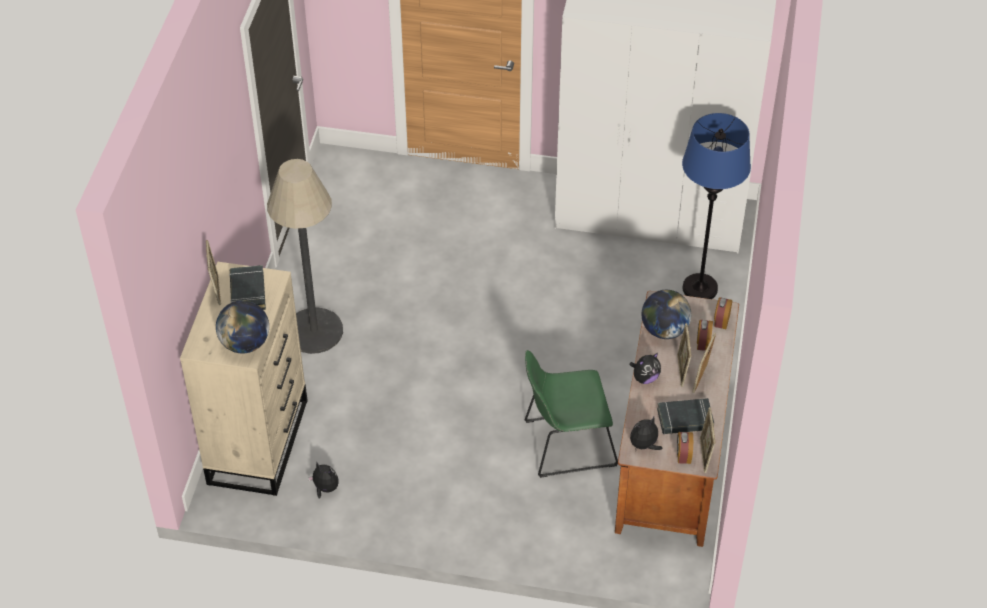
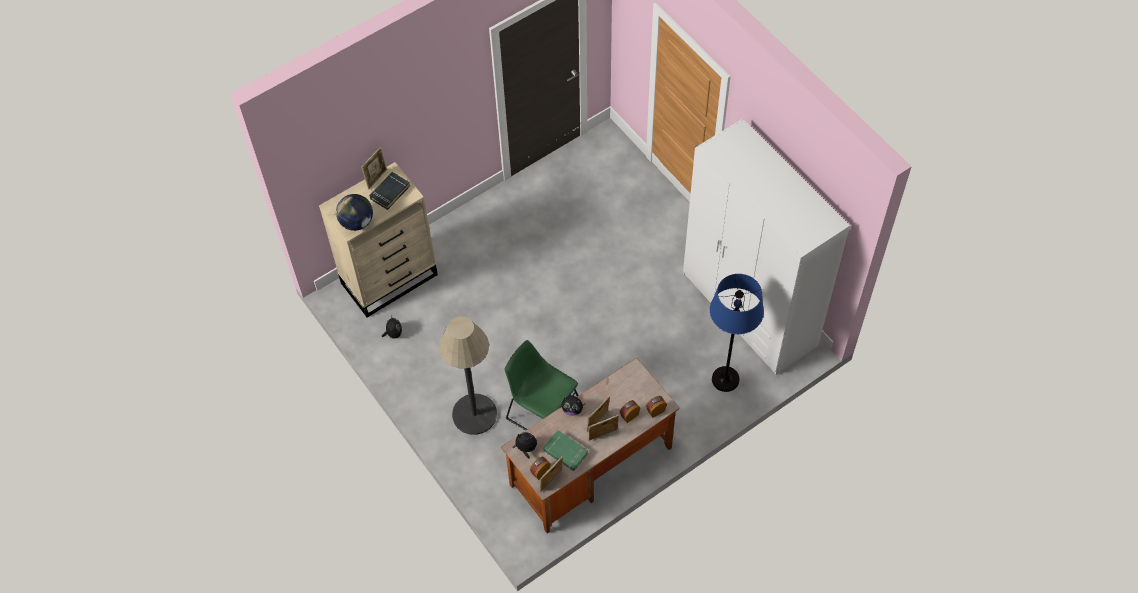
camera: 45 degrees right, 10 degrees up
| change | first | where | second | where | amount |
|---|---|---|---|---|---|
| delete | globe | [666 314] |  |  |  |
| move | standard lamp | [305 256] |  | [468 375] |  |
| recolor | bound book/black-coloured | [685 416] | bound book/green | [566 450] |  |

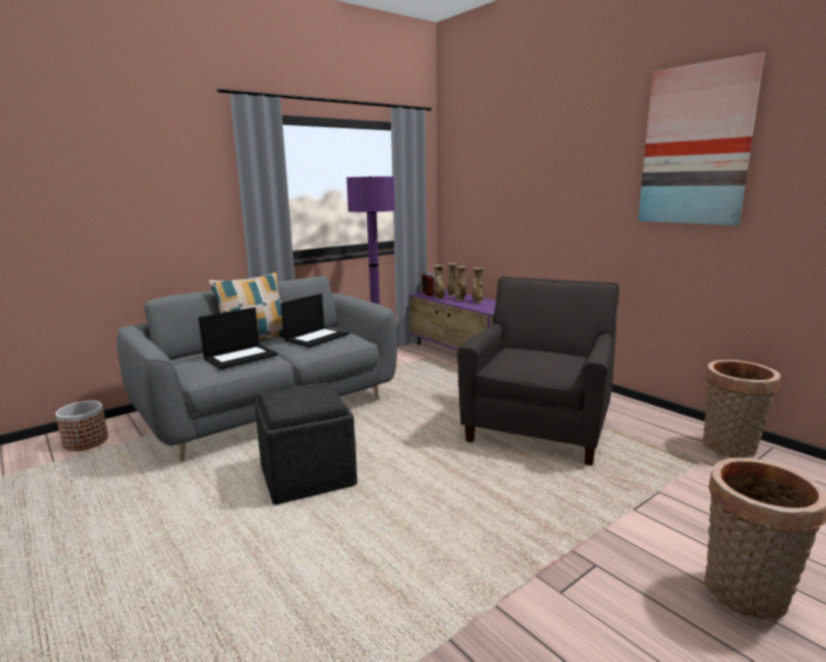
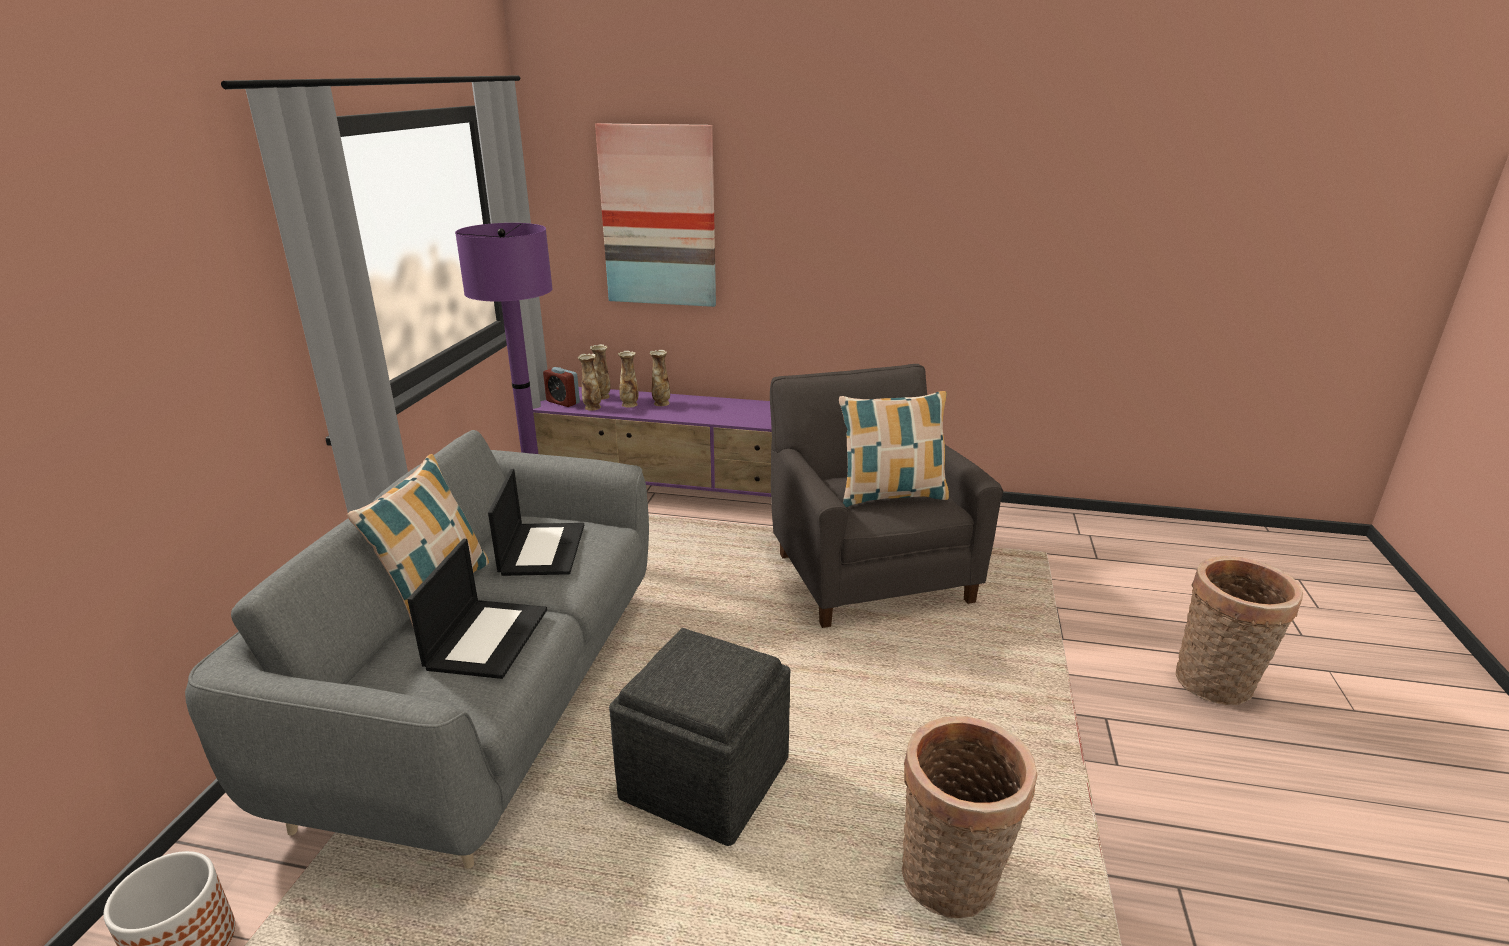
camera: 40 degrees left, 10 degrees up
| change | first | where | second | where | amount |
|---|---|---|---|---|---|
| insert |  |  | throw pillow | [894 449] |  |
| move | wall art | [701 139] |  | [655 215] |  |
| move | household basket | [741 409] |  | [969 817] |  |

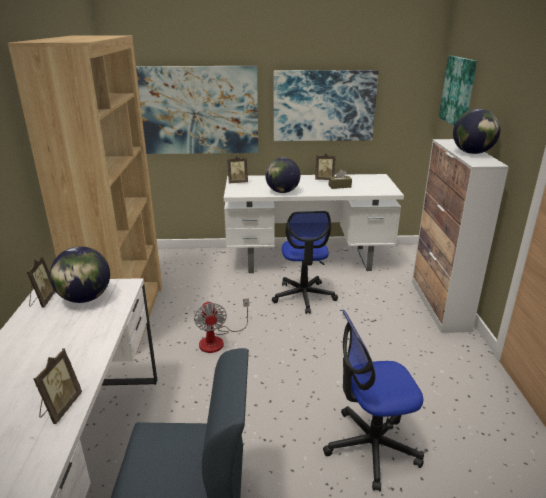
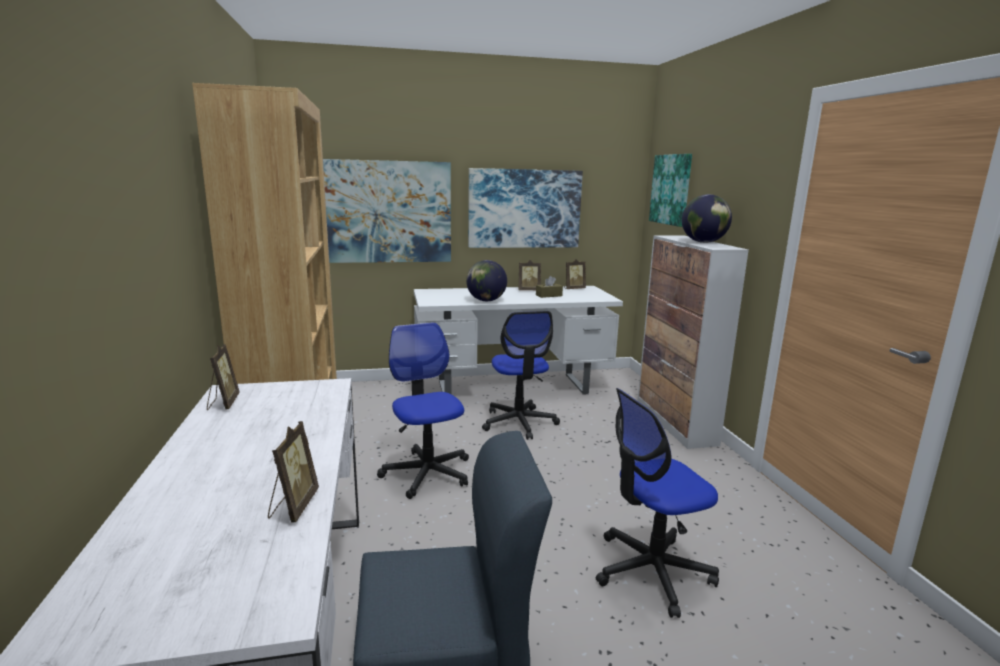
camera: 10 degrees left, 10 degrees down
| change | first | where | second | where | amount |
|---|---|---|---|---|---|
| delete | globe | [80 274] |  |  |  |
| move | picture frame | [237 169] |  | [575 274] |  |
| replace | electric fan | [221 325] | desk chair | [423 410] |  |

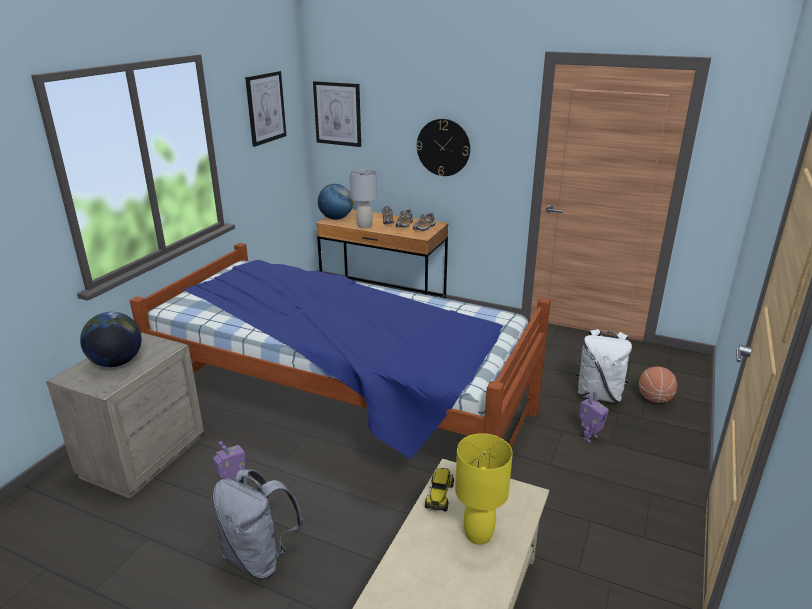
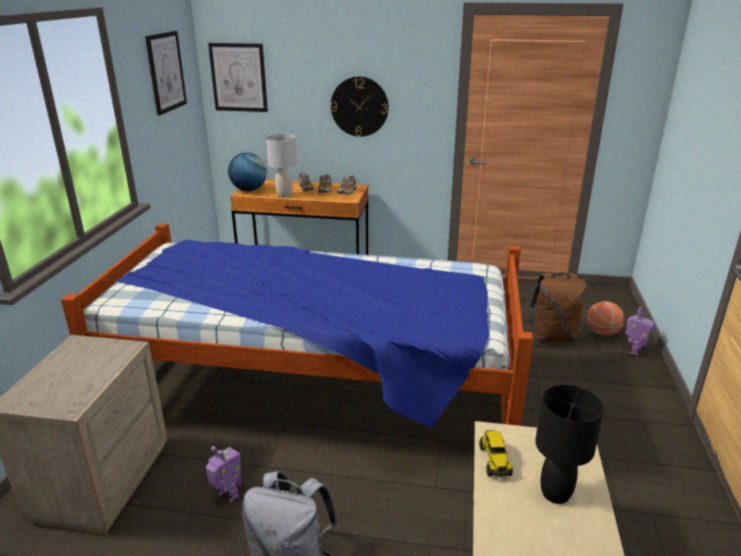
camera: 15 degrees left, 0 degrees up
| change | first | where | second | where | amount |
|---|---|---|---|---|---|
| delete | globe | [111 339] |  |  |  |
| move | toy robot | [594 417] |  | [640 332] |  |
| recolor | tabletop lamp/yellowish | [484 489] | tabletop lamp/black-coloured | [569 444] |  |
| recolor | rucksack/white-coloured | [603 366] | rucksack/brownish | [557 306] |  |

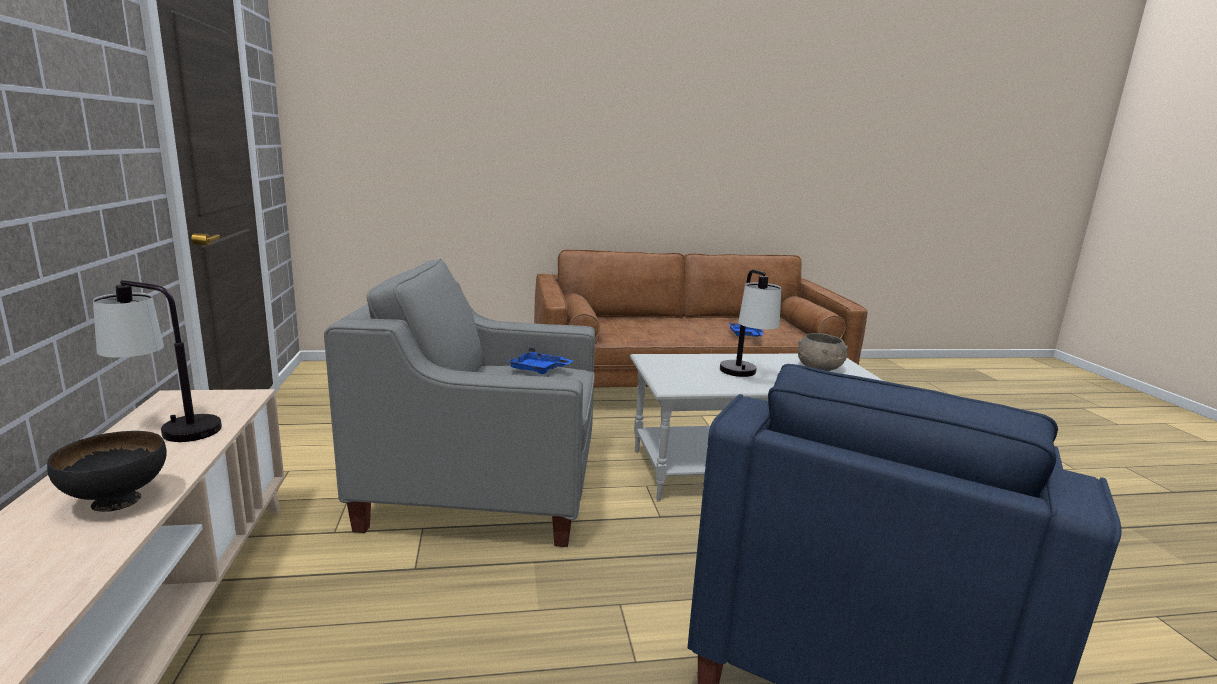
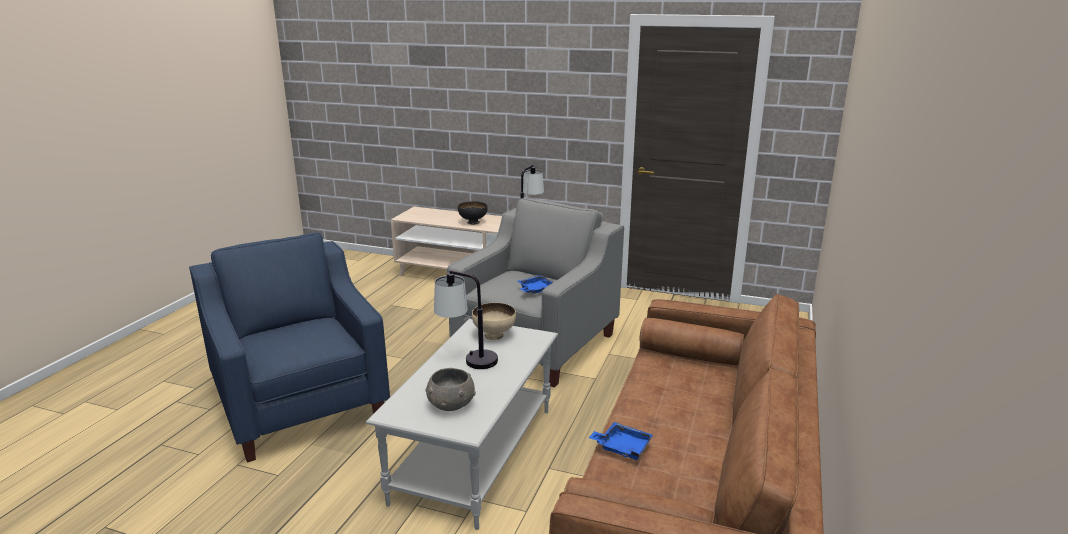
camera: 120 degrees right, 5 degrees up
| change | first | where | second | where | amount |
|---|---|---|---|---|---|
| insert |  |  | serving bowl/sand-coloured | [494 321] |  |

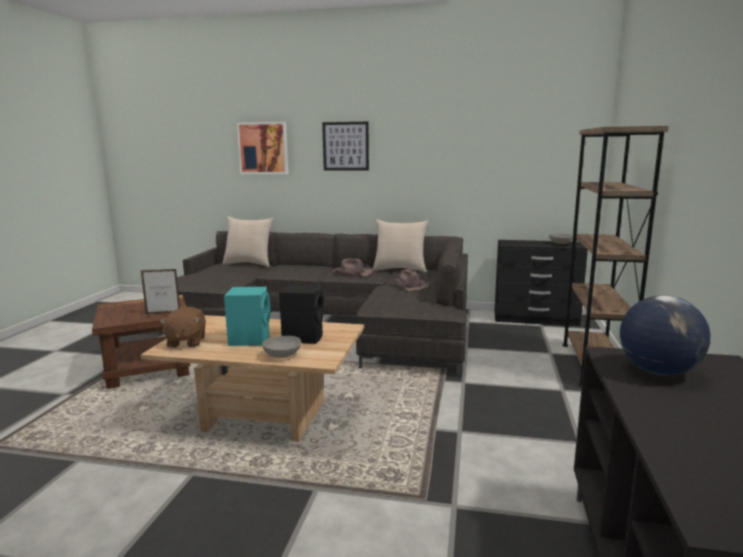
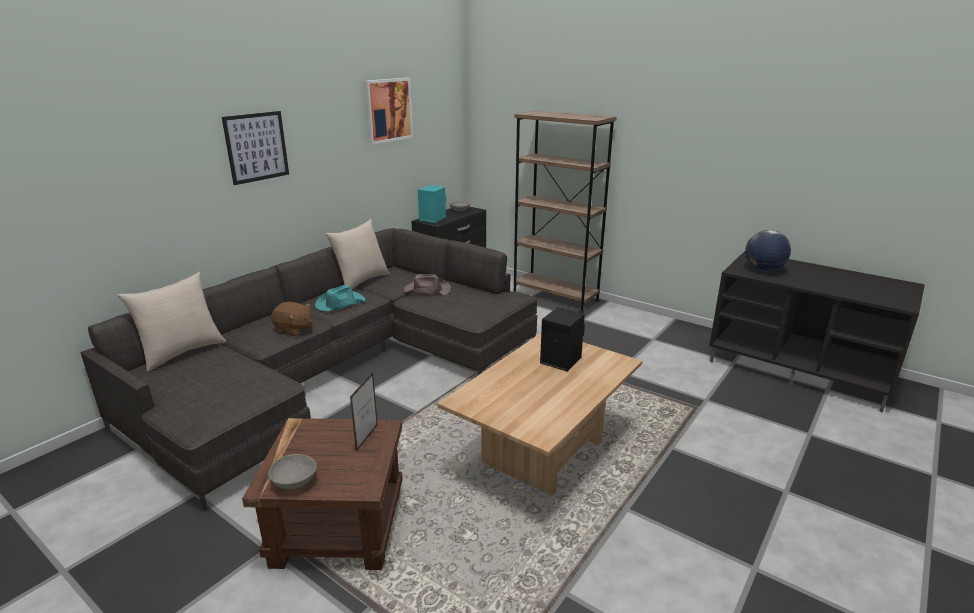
camera: 65 degrees left, 10 degrees up
| change | first | where | second | where | amount |
|---|---|---|---|---|---|
| move | plush toy/brownish | [182 327] |  | [291 319] |  |
| move | loudspeaker/blue-green | [247 316] |  | [432 204] |  |
| move | wall art | [262 148] |  | [388 111] |  |
| move | serving bowl/gray | [281 347] |  | [292 471] |  |
| recolor | wearable hat/brownish | [352 267] | wearable hat/blue-green | [340 298] |  |

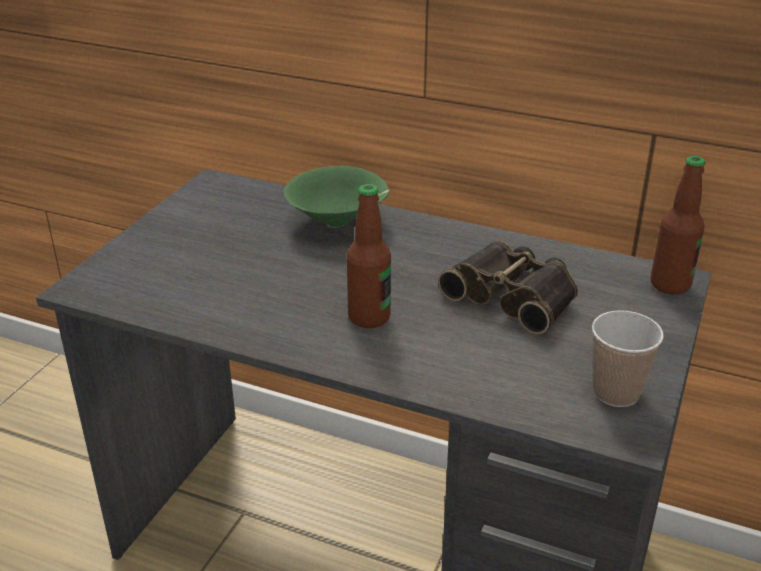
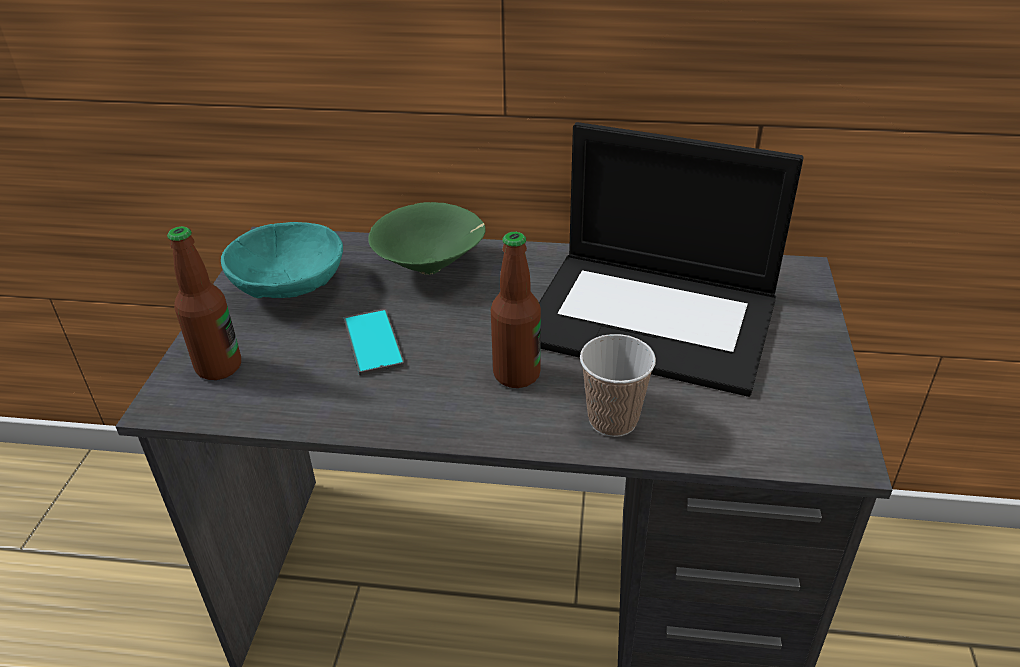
camera: 15 degrees left, 5 degrees up
| change | first | where | second | where | amount |
|---|---|---|---|---|---|
| insert |  |  | serving bowl/blue-green | [282 260] |  |
| insert |  |  | phone | [374 342] |  |
| move | small cup | [628 358] |  | [618 385] |  |
| move | beverage bottle | [678 225] |  | [204 303] |  |
| replace | binoculars | [508 287] | portable computer | [671 259] |  |

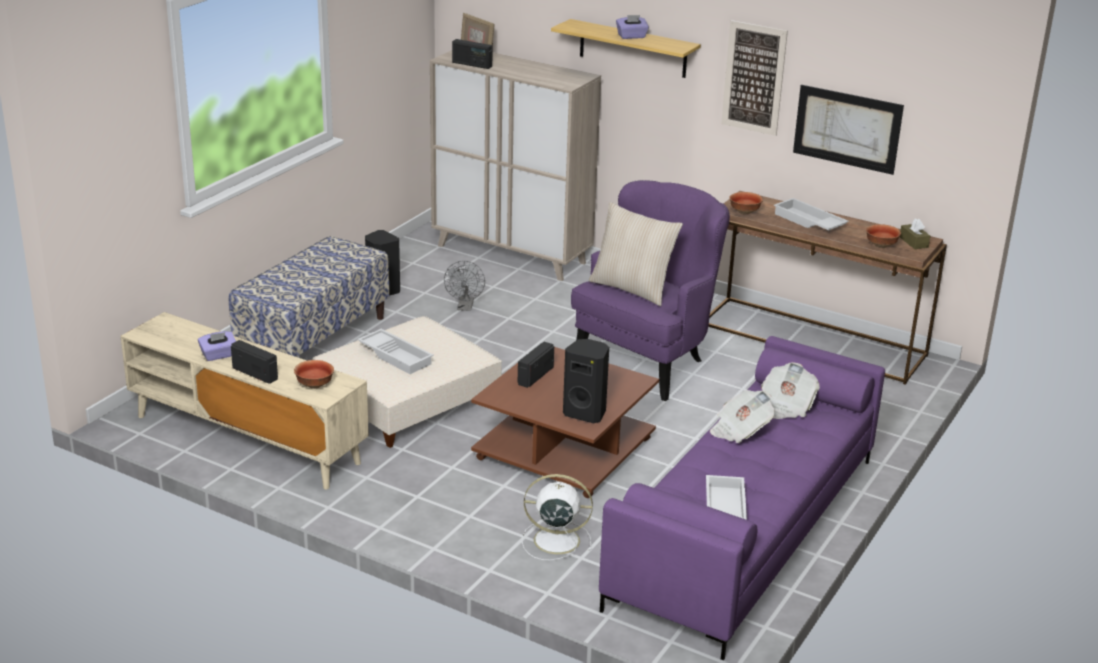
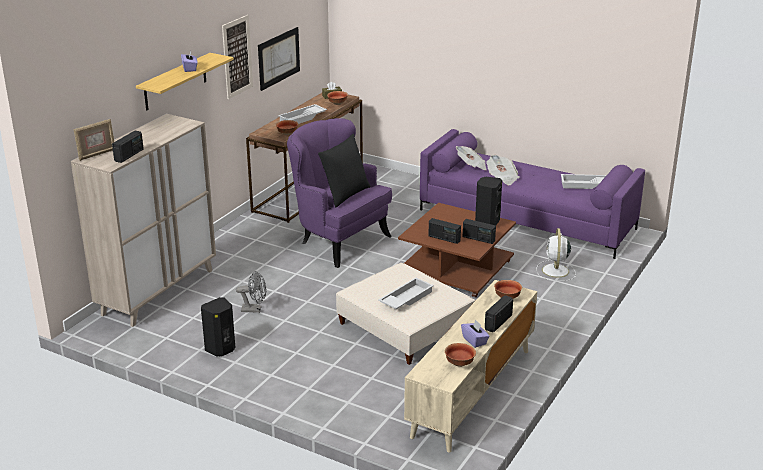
camera: 90 degrees left, 0 degrees up
| change | first | where | second | where | amount |
|---|---|---|---|---|---|
| delete | indoor bench | [309 296] |  |  |  |
| insert |  |  | serving bowl | [460 355] |  |
| insert |  |  | radio receiver | [479 231] |  |
| recolor | throw pillow/sand-coloured | [636 254] | throw pillow/black-coloured | [344 170] |  |

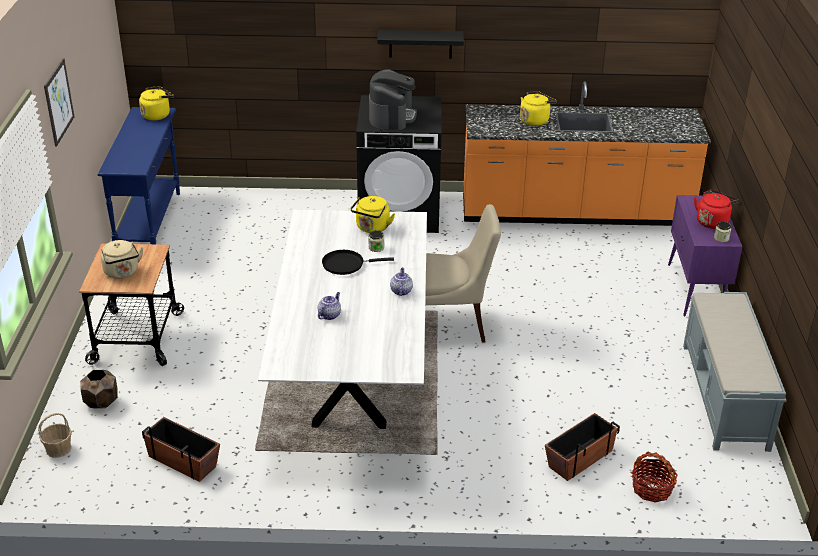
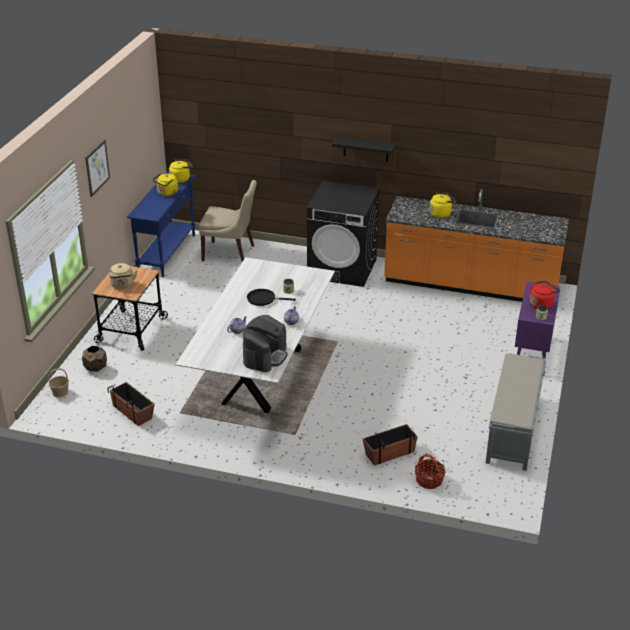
camera: 15 degrees right, 0 degrees up
| change | first | where | second | where | amount |
|---|---|---|---|---|---|
| move | kettle/yellowish | [373 214] |  | [165 184] |  |
| move | coffee maker | [393 99] |  | [265 343] |  |
| move | chair/sand-coloured | [463 273] |  | [228 221] |  |

